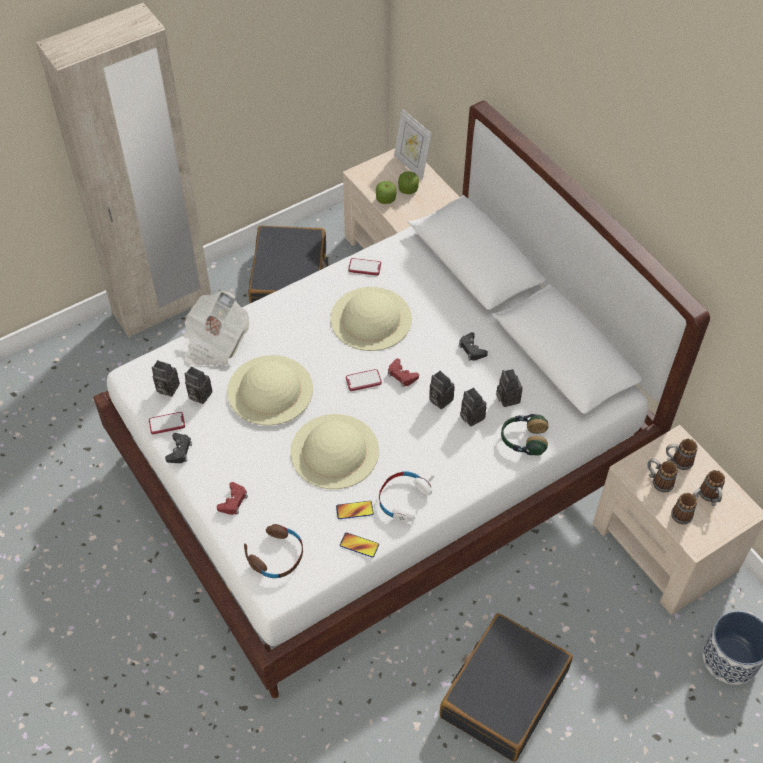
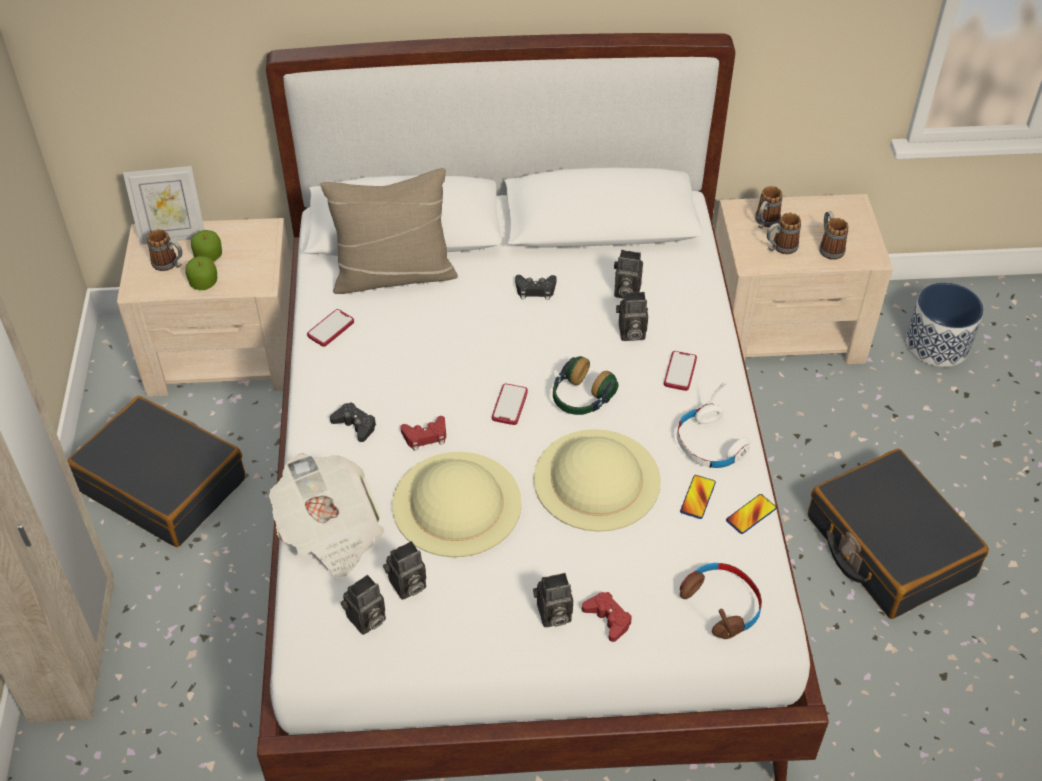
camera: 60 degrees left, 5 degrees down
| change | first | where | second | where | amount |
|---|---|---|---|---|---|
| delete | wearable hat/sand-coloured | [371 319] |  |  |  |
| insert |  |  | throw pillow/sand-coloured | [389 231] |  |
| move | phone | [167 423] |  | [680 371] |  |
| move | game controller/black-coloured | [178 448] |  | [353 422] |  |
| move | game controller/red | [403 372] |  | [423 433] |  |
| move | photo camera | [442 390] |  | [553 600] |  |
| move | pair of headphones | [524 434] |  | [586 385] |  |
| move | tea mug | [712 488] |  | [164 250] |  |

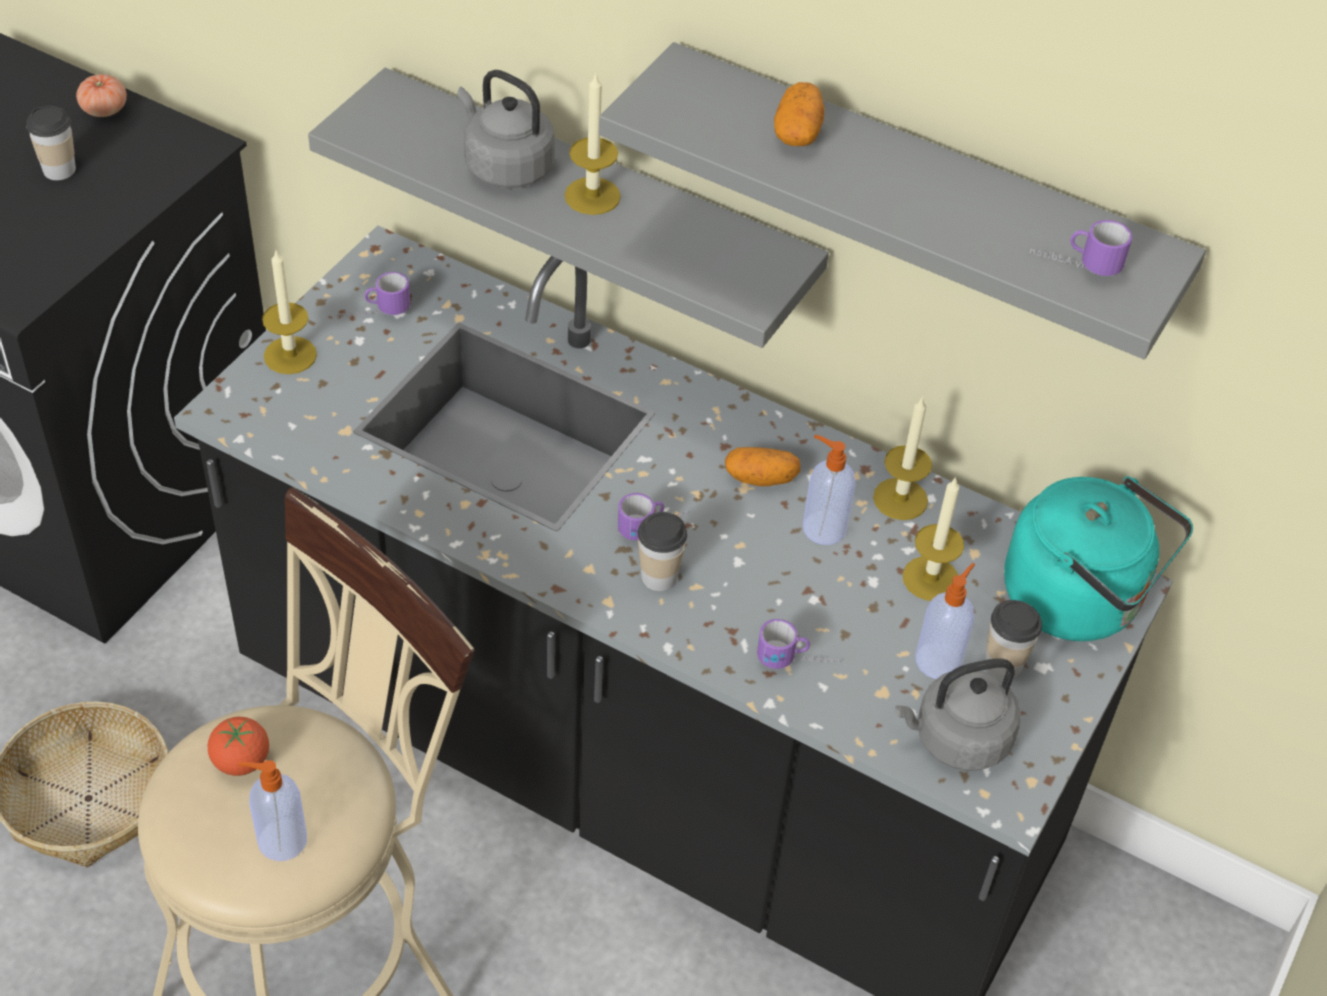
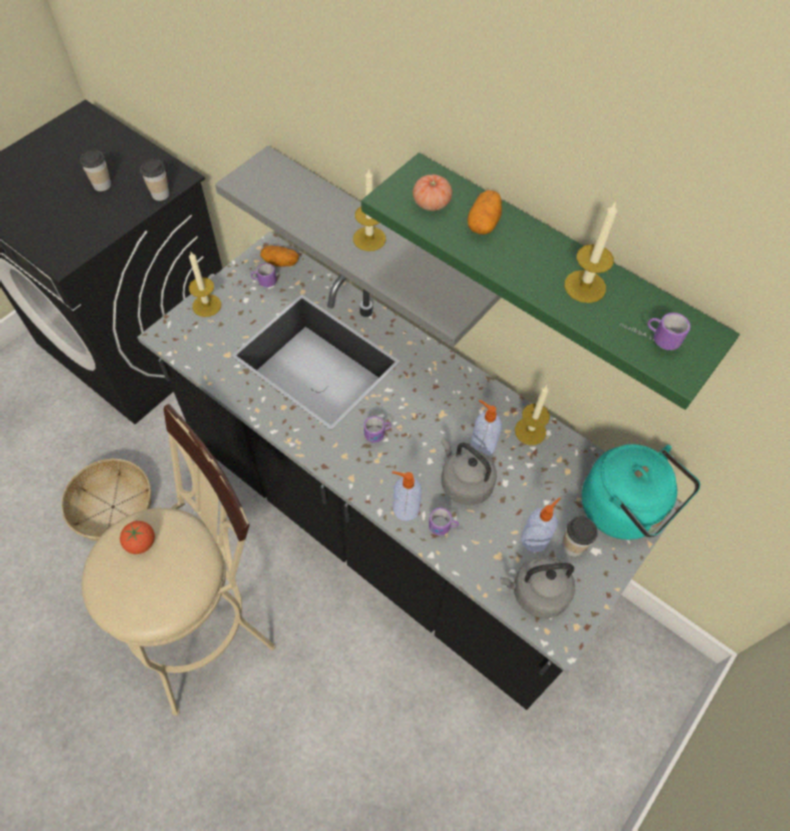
camera: 10 degrees right, 10 degrees up
| change | first | where | second | where | amount |
|---|---|---|---|---|---|
| move | whole tomato | [101 95] |  | [432 192] |  |
| move | liquid soap bottle | [272 810] |  | [407 496] |  |
| move | kettle/gray | [506 129] |  | [469 471] |  |
| move | small cup | [662 551] |  | [155 180] |  |
| move | whole potato | [762 466] |  | [279 256] |  |
| move | candle | [933 539] |  | [590 252] |  |
| recolor | bracket shelf/gray | [902 200] | bracket shelf/green | [550 281] |  |

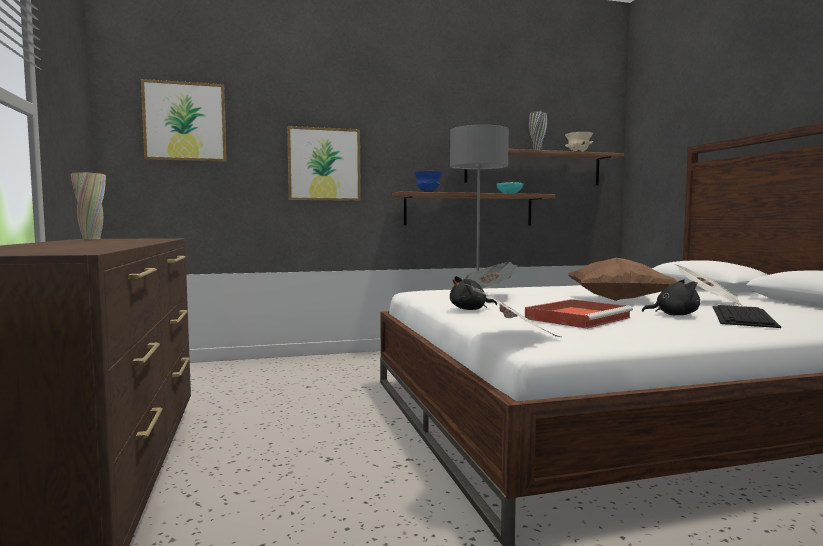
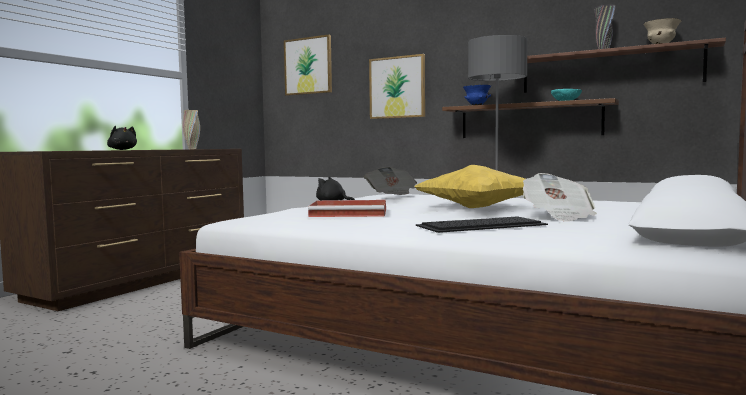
camera: 45 degrees right, 0 degrees up
| change | first | where | second | where | amount |
|---|---|---|---|---|---|
| delete | printed paper | [513 310] |  |  |  |
| move | plush toy/black-coloured | [671 297] |  | [122 138] |  |
| recolor | throw pillow/brownish | [622 279] | throw pillow/yellowish | [470 186] |  |

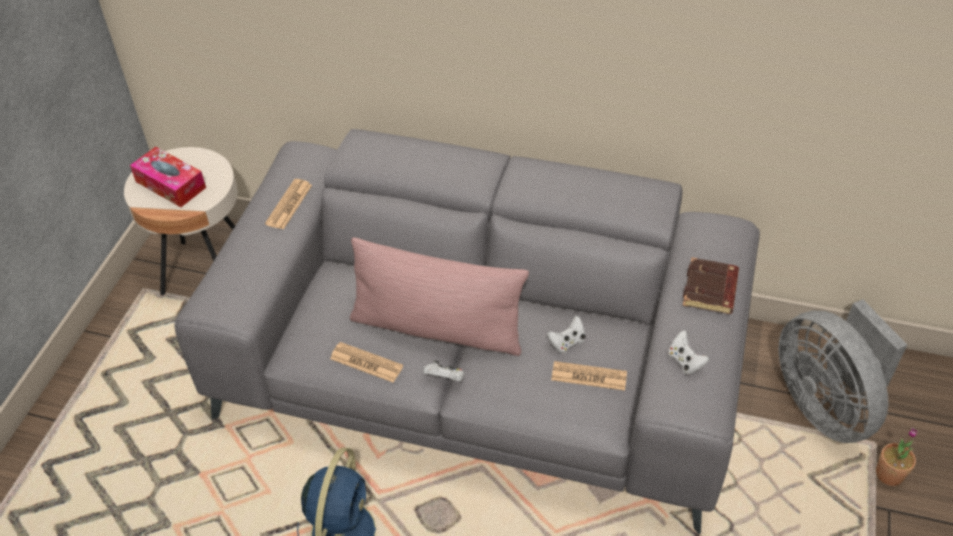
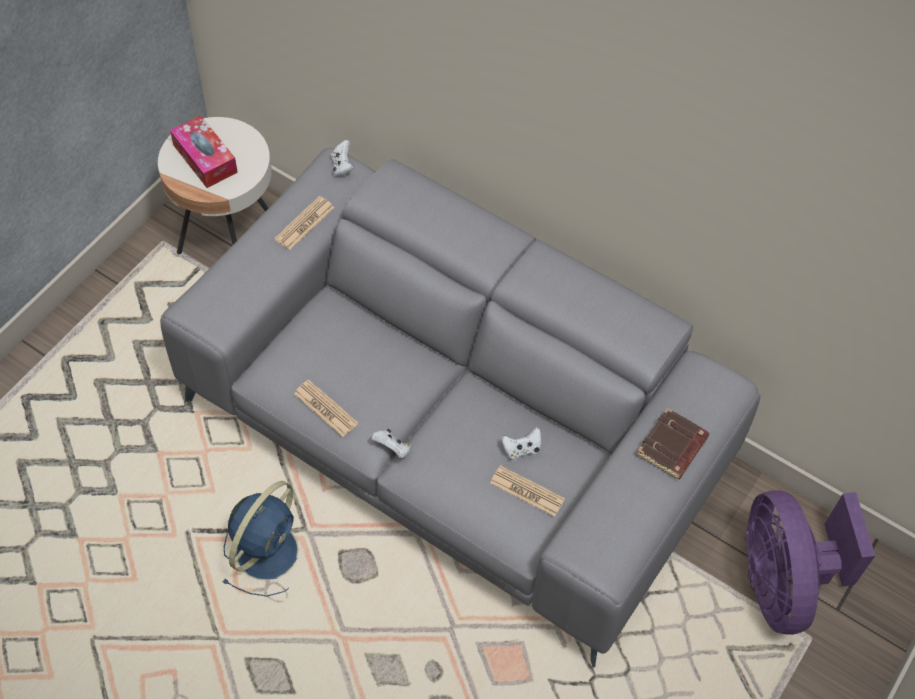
camera: 15 degrees right, 10 degrees up
| change | first | where | second | where | amount |
|---|---|---|---|---|---|
| delete | throw pillow/pink | [439 296] |  |  |  |
| delete | plant in a pot | [897 457] |  |  |  |
| move | game controller/white-coloured | [689 352] |  | [342 158] |  |
| recolor | electric fan/gray | [842 371] | electric fan/purple | [810 562] |  |

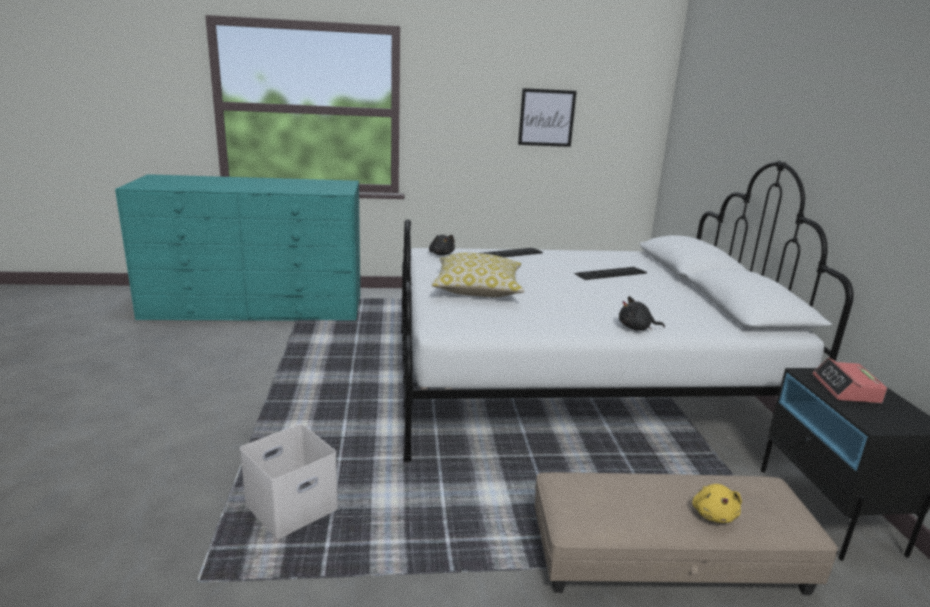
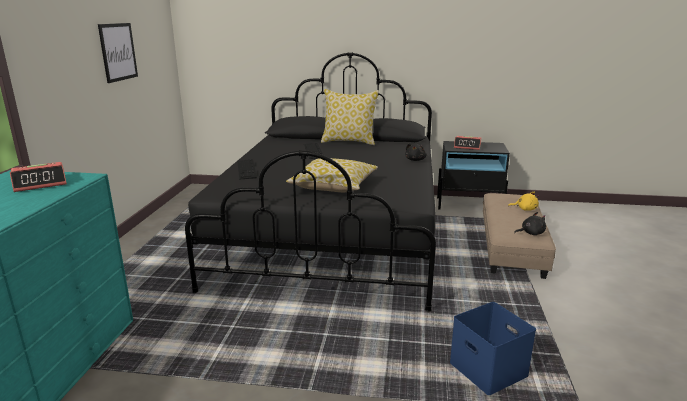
camera: 75 degrees left, 0 degrees up
| change | first | where | second | where | amount |
|---|---|---|---|---|---|
| insert |  |  | bedside clock | [38 177] |  |
| insert |  |  | throw pillow | [350 117] |  |
| move | plush toy/black-coloured | [442 245] |  | [530 223] |  |
| recolor | storage box/white-coloured | [289 481] | storage box/bluish | [493 348] |  |
| recolor | bed/white-coloured | [627 311] | bed/black-coloured | [310 181] |  |

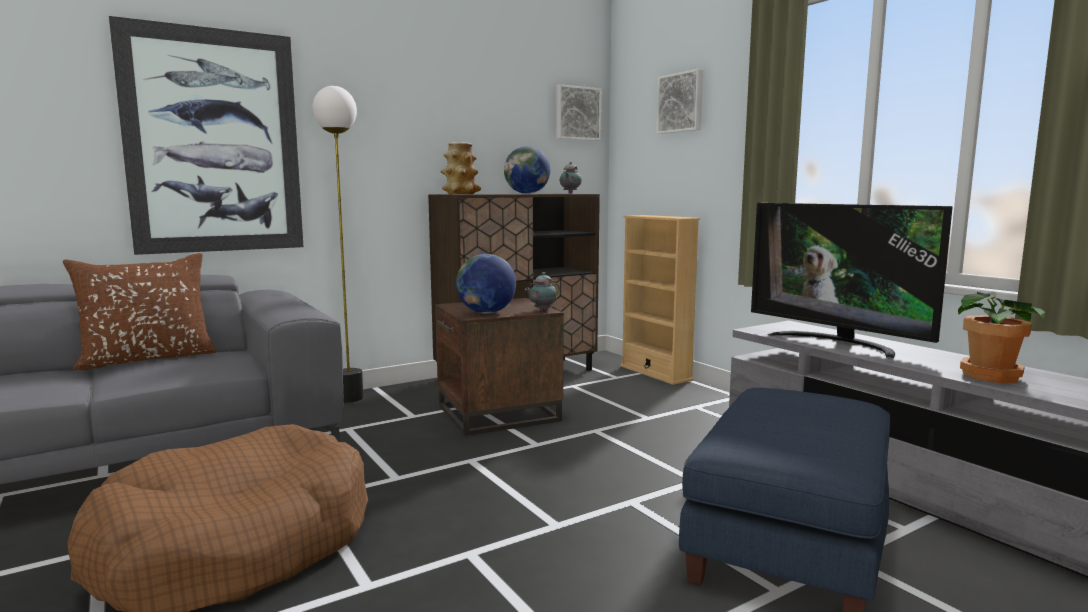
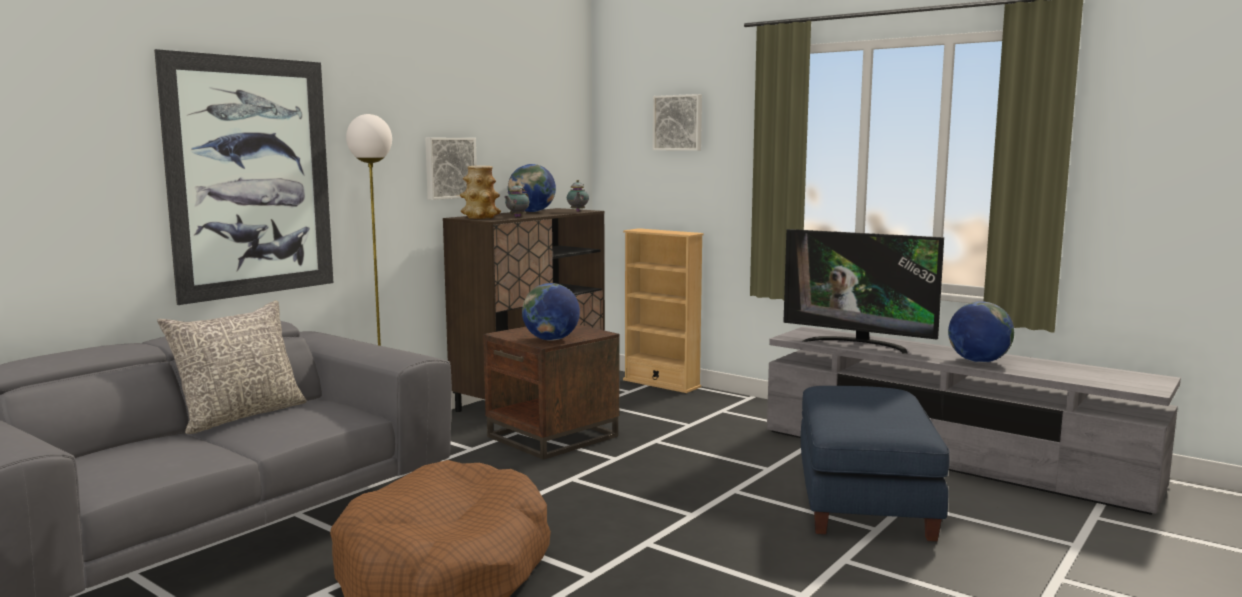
camera: 20 degrees left, 0 degrees up
| change | first | where | second | where | amount |
|---|---|---|---|---|---|
| move | teapot | [542 291] |  | [516 200] |  |
| move | wall art | [579 112] |  | [451 169] |  |
| replace | plant in a pot | [1001 337] | globe | [981 332] |  |
| recolor | throw pillow/brownish | [140 311] | throw pillow/gray | [232 367] |  |

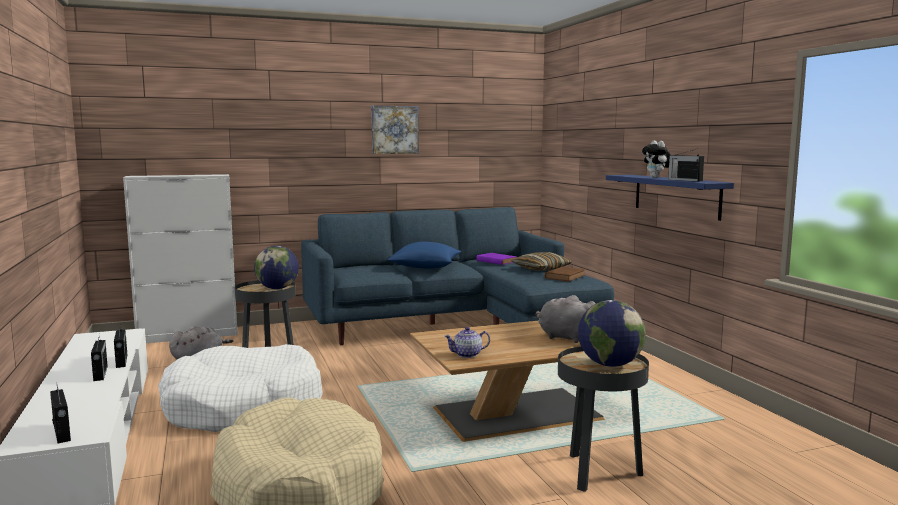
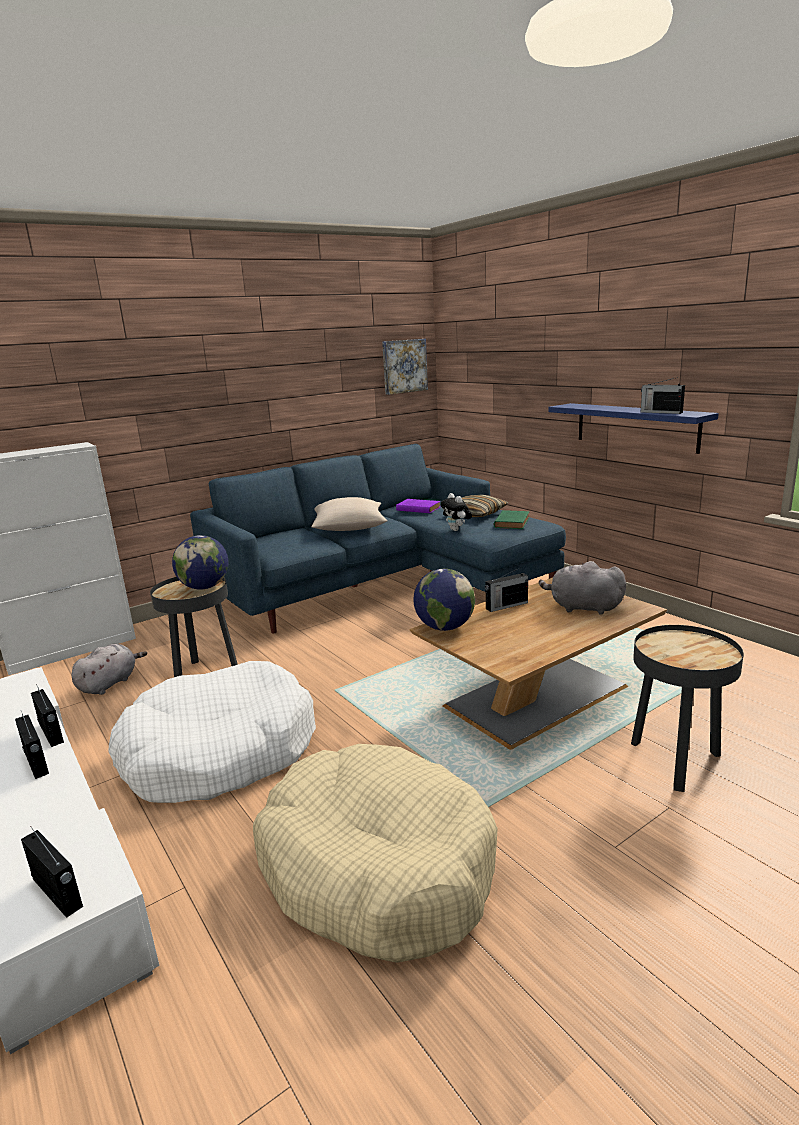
camera: 15 degrees left, 10 degrees up
| change | first | where | second | where | amount |
|---|---|---|---|---|---|
| delete | teapot | [467 342] |  |  |  |
| insert |  |  | radio receiver | [506 589] |  |
| move | wall art | [395 129] |  | [405 367] |  |
| move | globe | [612 333] |  | [444 600] |  |
| move | plush toy | [656 159] |  | [456 512] |  |
| recolor | throw pillow/bluish | [424 255] | throw pillow/sand-coloured | [349 514] |  |
| recolor | bound book/brownish | [565 274] | bound book/green | [512 519] |  |

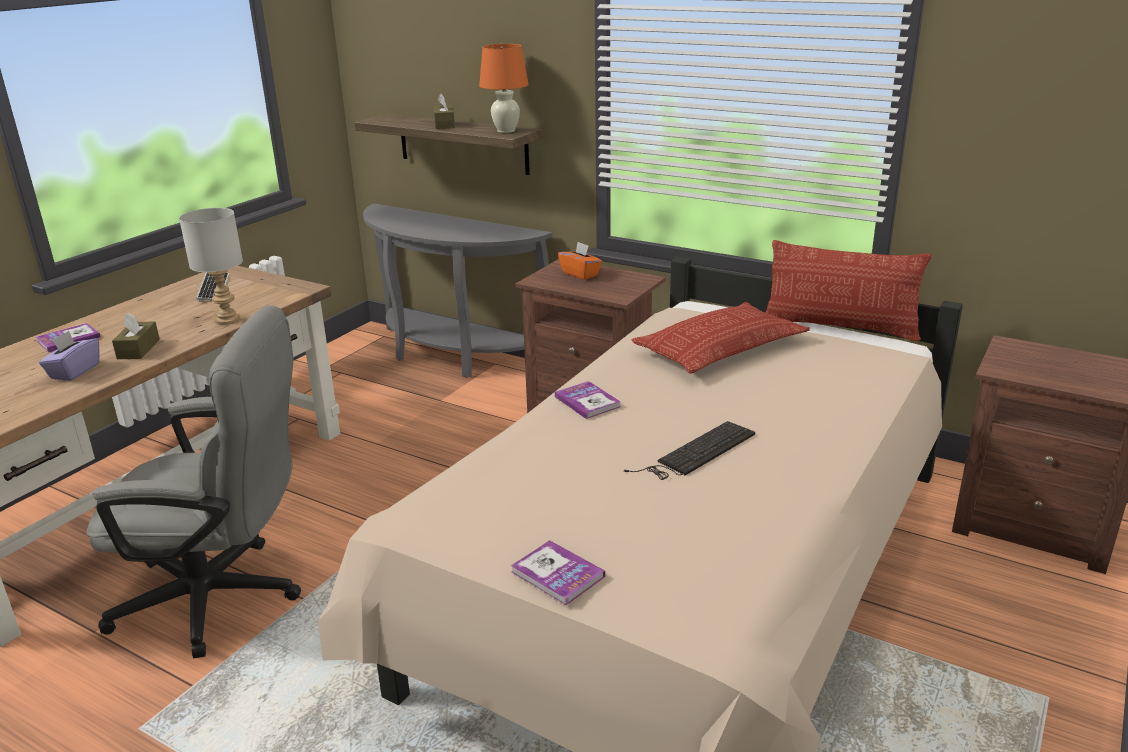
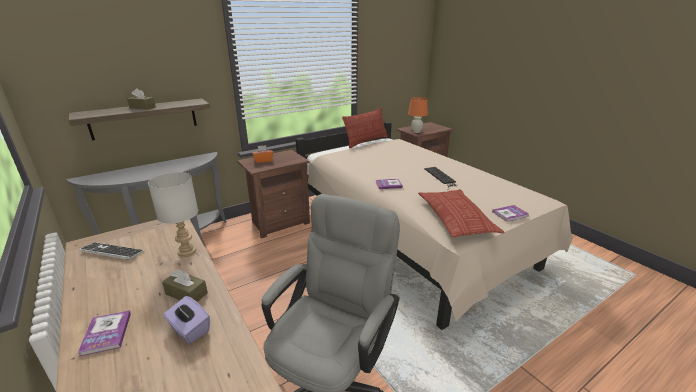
camera: 65 degrees left, 0 degrees up
| change | first | where | second | where | amount |
|---|---|---|---|---|---|
| move | tabletop lamp/orange | [504 88] |  | [418 115] |  |
| move | throw pillow | [721 338] |  | [461 213] |  |

